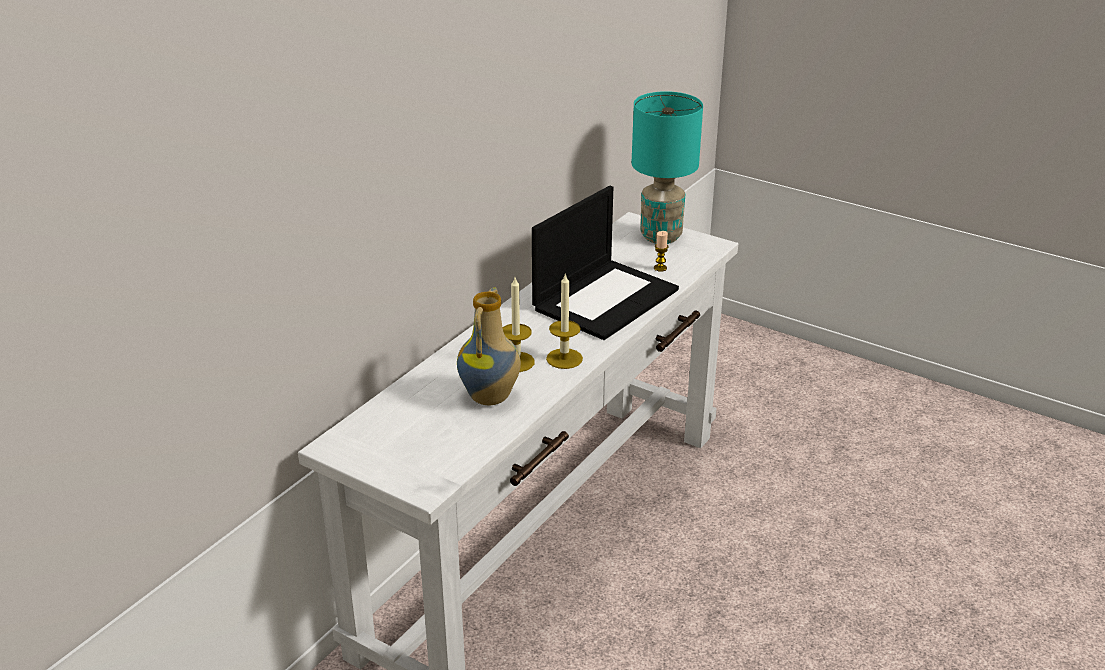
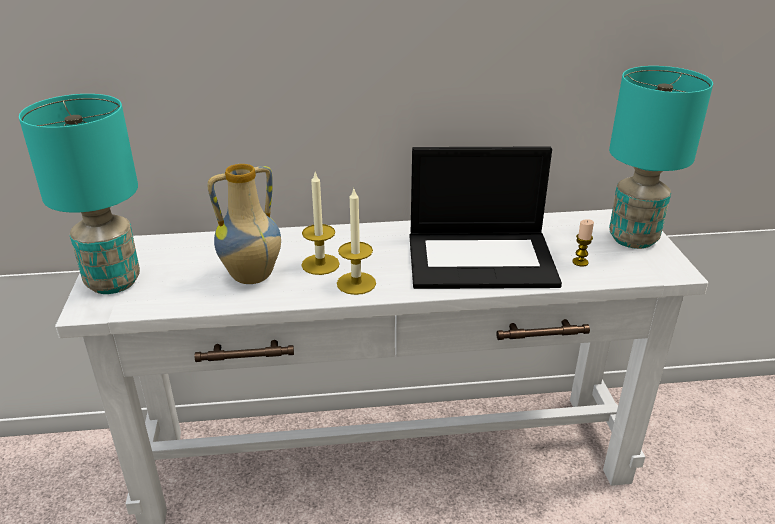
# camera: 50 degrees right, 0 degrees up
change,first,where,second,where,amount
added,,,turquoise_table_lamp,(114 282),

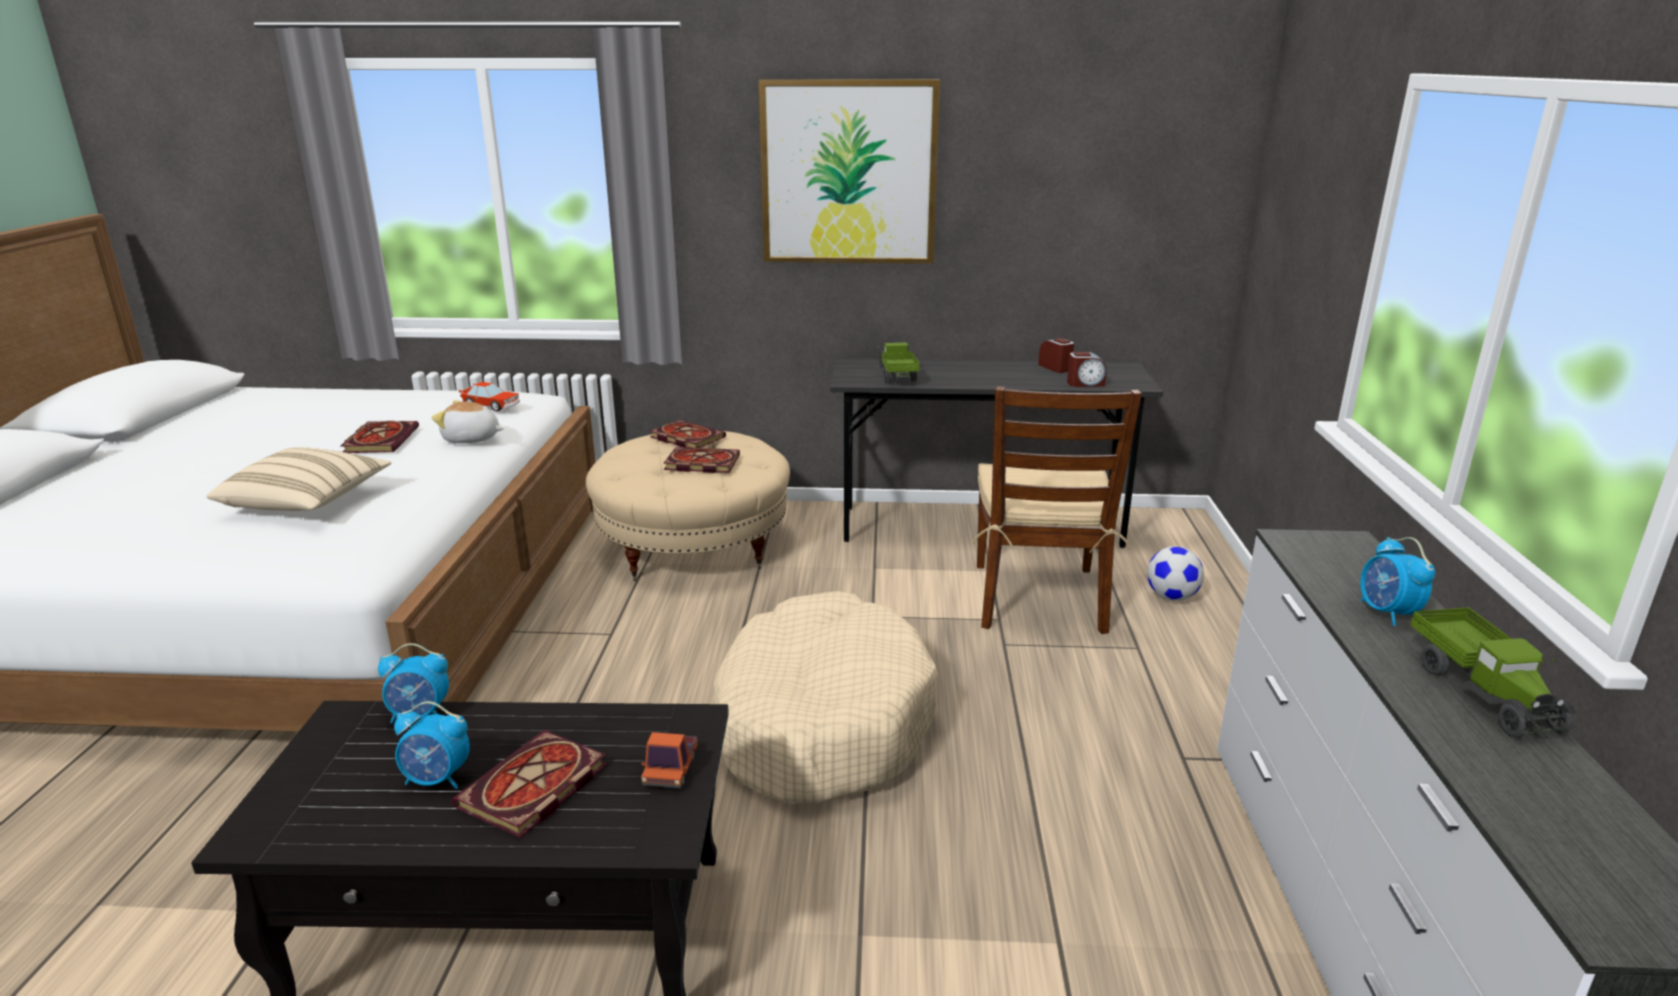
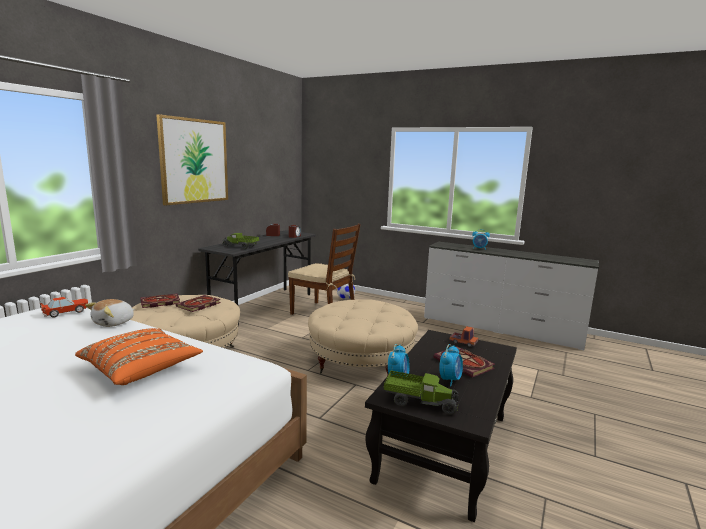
# camera: 65 degrees left, 10 degrees down
change,first,where,second,where,amount
recoloured,beige_pillow,(307 502),orange_pillow,(141 369),
removed,book,(380 440),,,
replaced,beige_dog_bed,(821 721),beige_ottoman,(361 362),
moved,toy_truck,(1482 691),,(420 402),

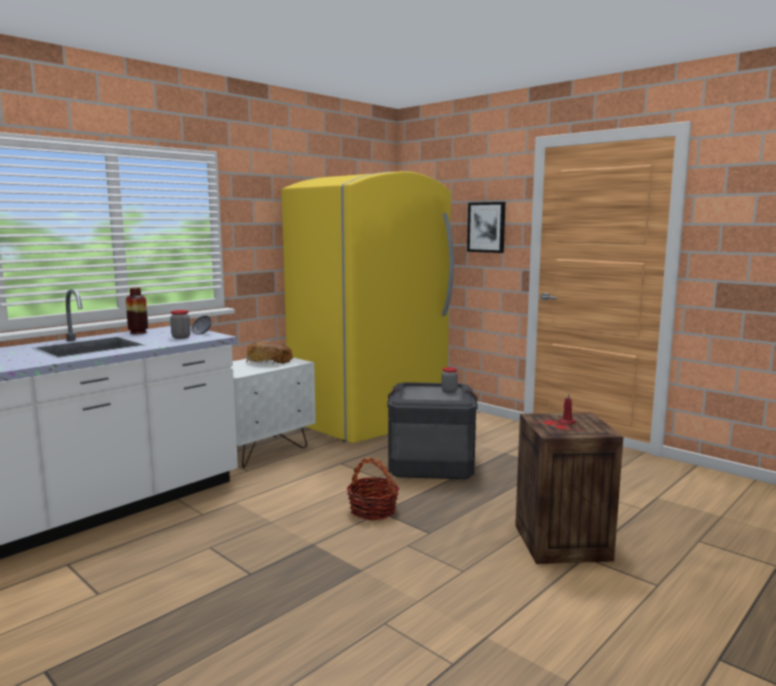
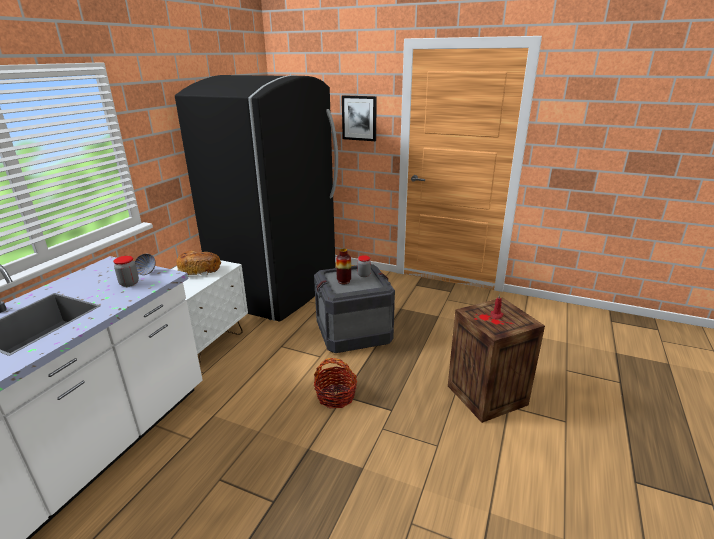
# camera: 20 degrees left, 15 degrees up
change,first,where,second,where,amount
moved,vase,(138 332),,(344 281),
recoloured,yellow_fridge,(372 418),black_fridge,(280 288),

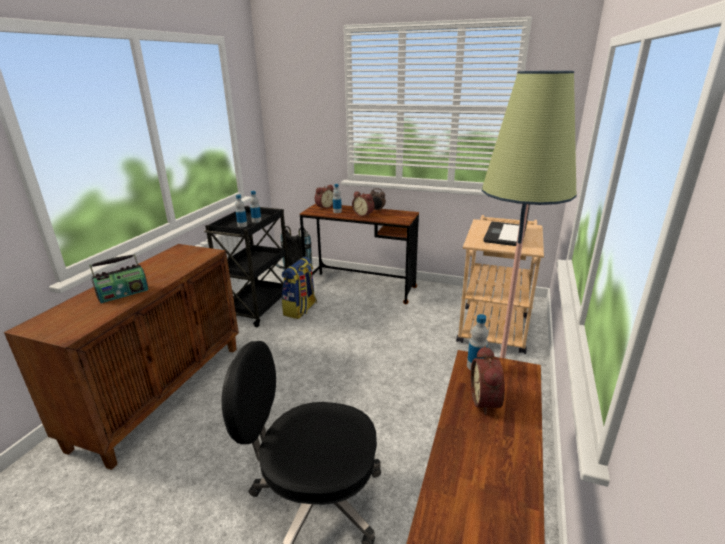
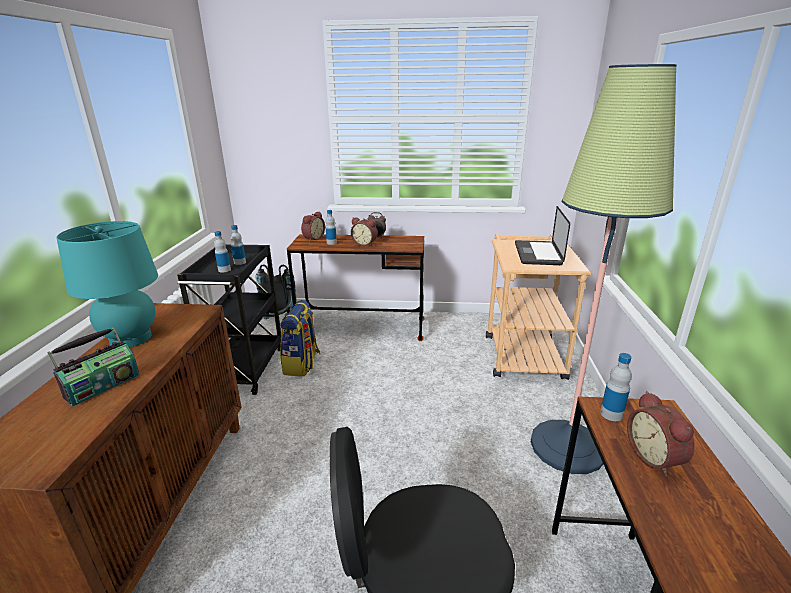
# camera: 15 degrees left, 0 degrees up
change,first,where,second,where,amount
added,,,turquoise_table_lamp,(131 338),

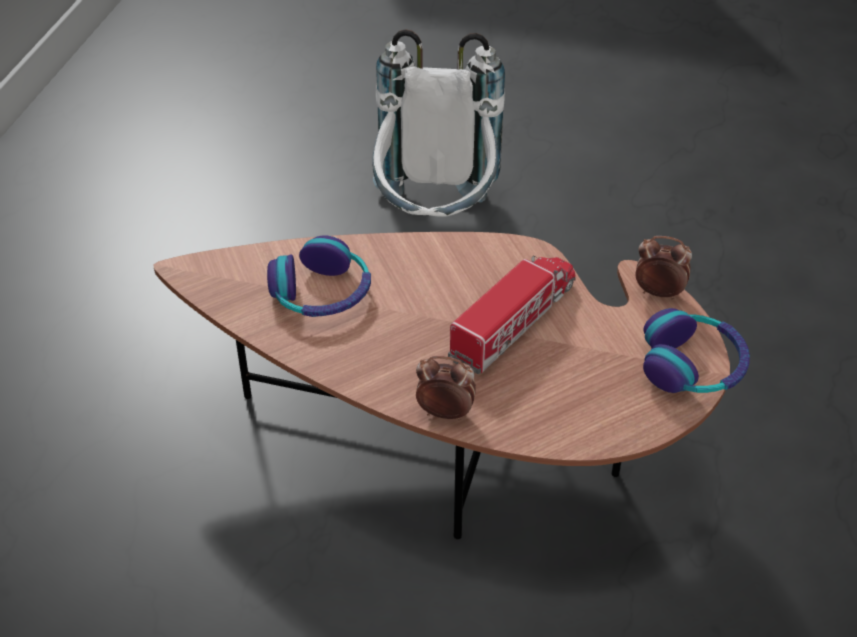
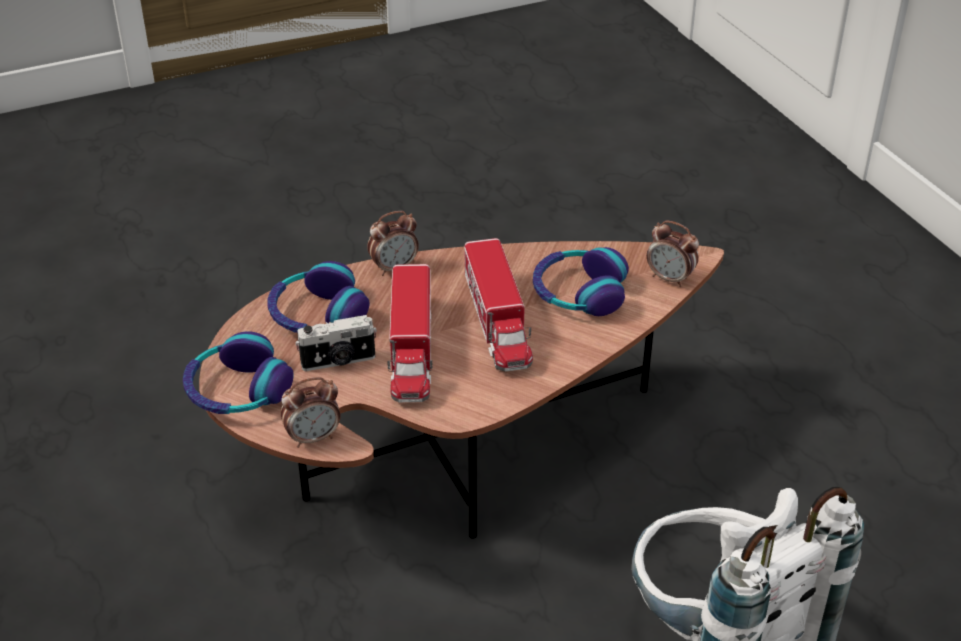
# camera: 140 degrees right, 5 degrees down
change,first,where,second,where,amount
added,,,headphones,(317 314),
added,,,photo_camera,(338 361),
added,,,toy_truck,(497 321),
added,,,alarm_clock,(670 279),

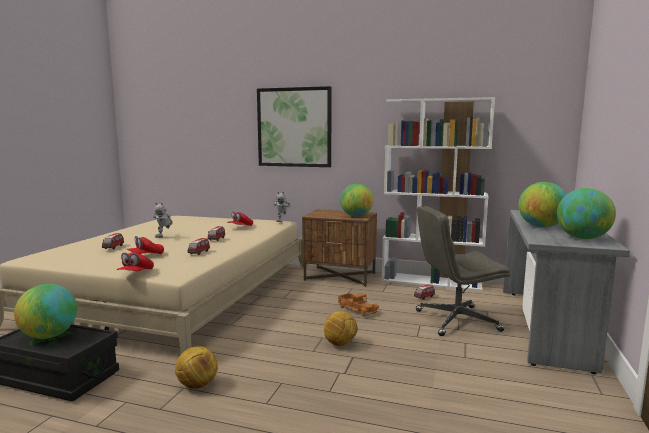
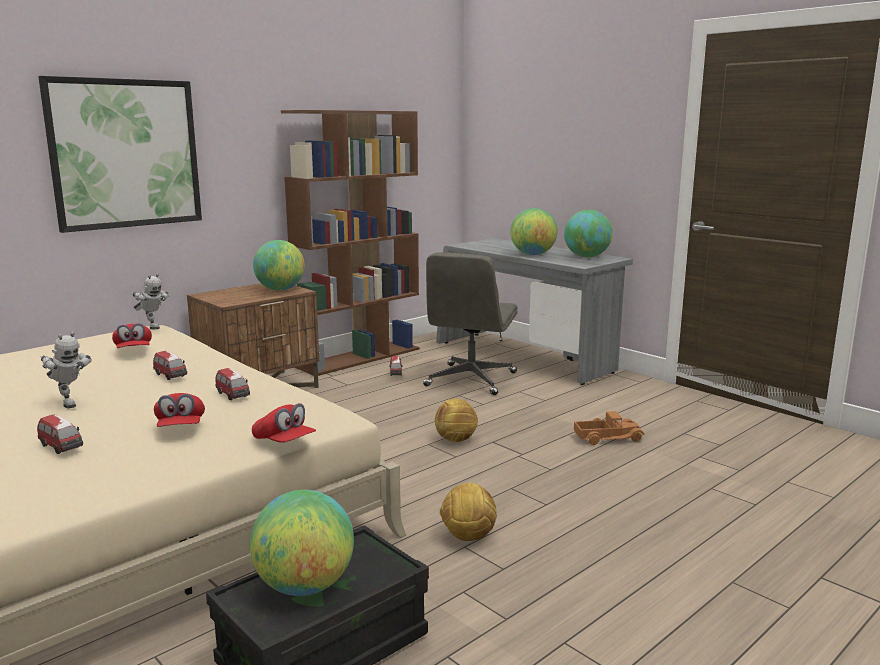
# camera: 60 degrees left, 5 degrees up
change,first,where,second,where,amount
moved,toy_truck,(358 309),,(607 437),
recoloured,white_bookcase,(431 281),brown_bookcase,(359 357),

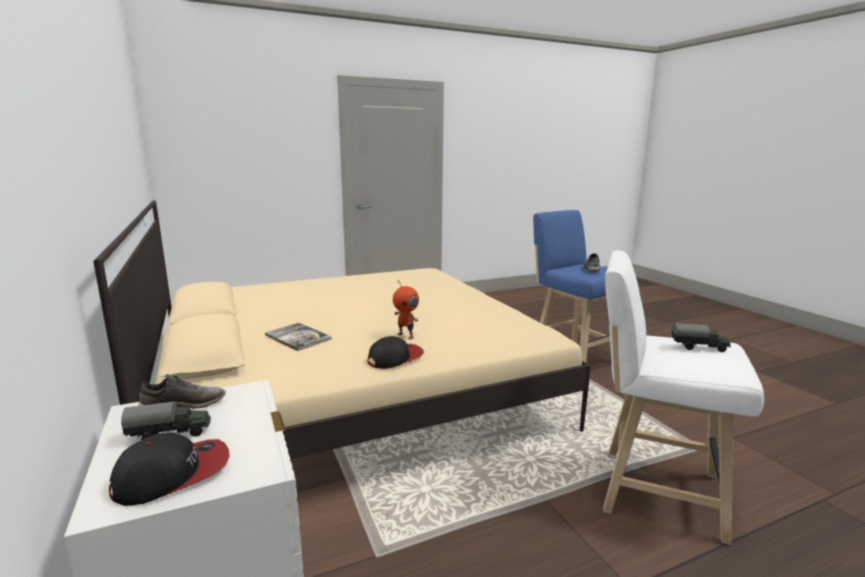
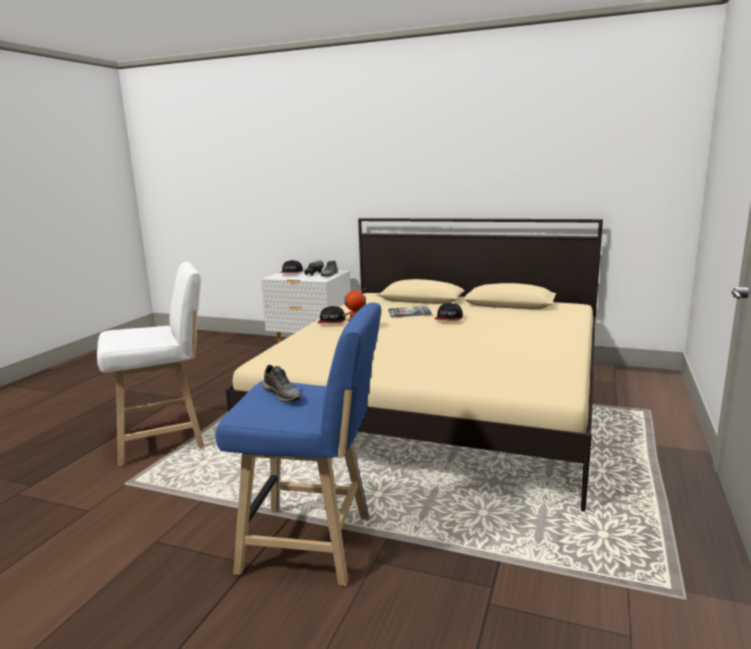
# camera: 135 degrees right, 0 degrees up
change,first,where,second,where,amount
removed,toy_truck,(699 347),,,
added,,,cap,(449 319),

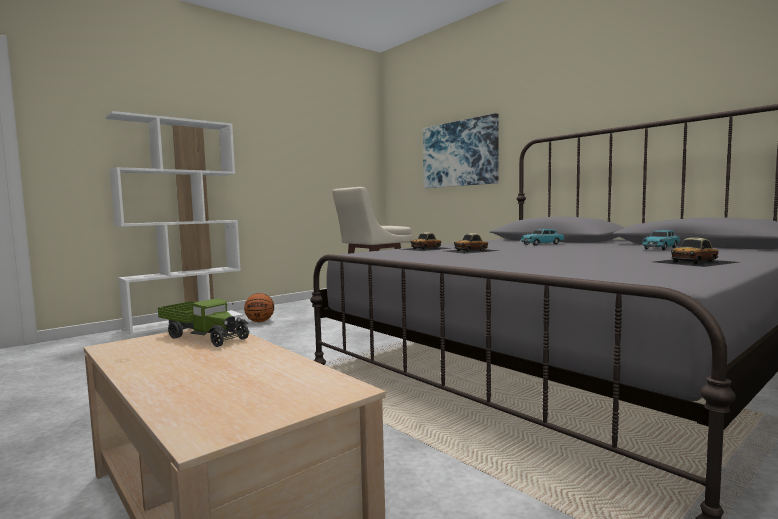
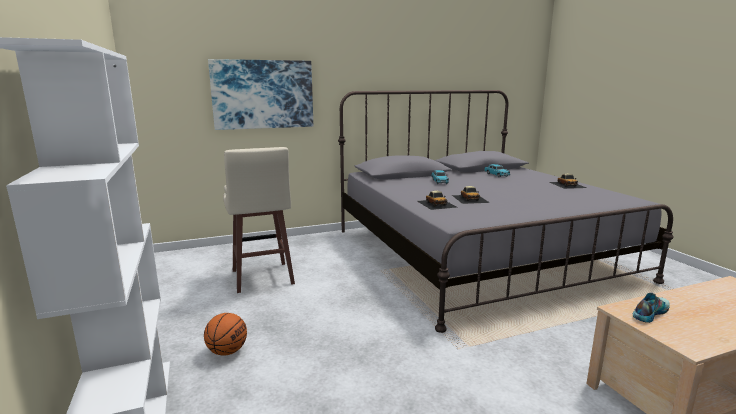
# camera: 70 degrees left, 10 degrees up
change,first,where,second,where,amount
replaced,toy_truck,(204 336),shoe,(649 312),

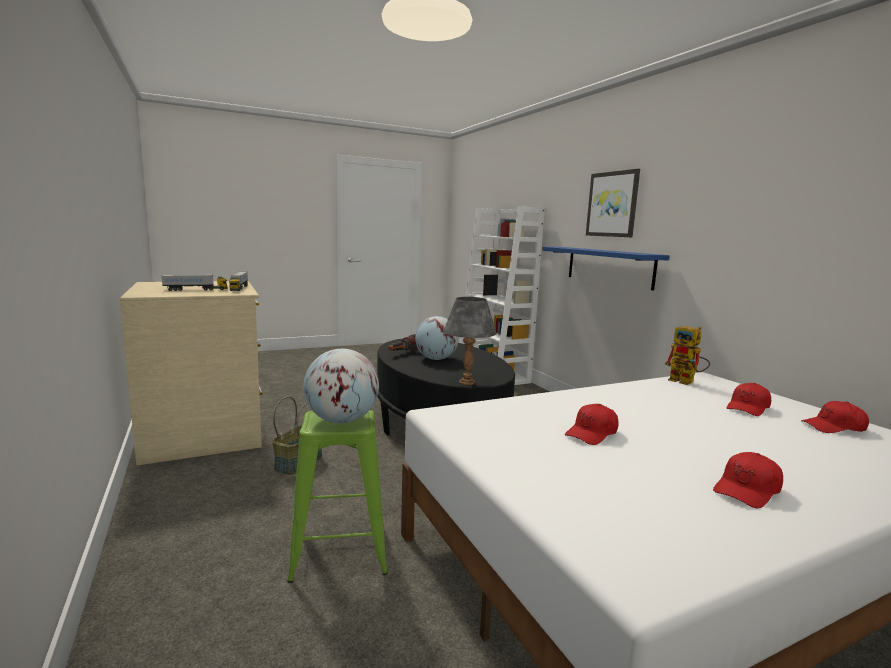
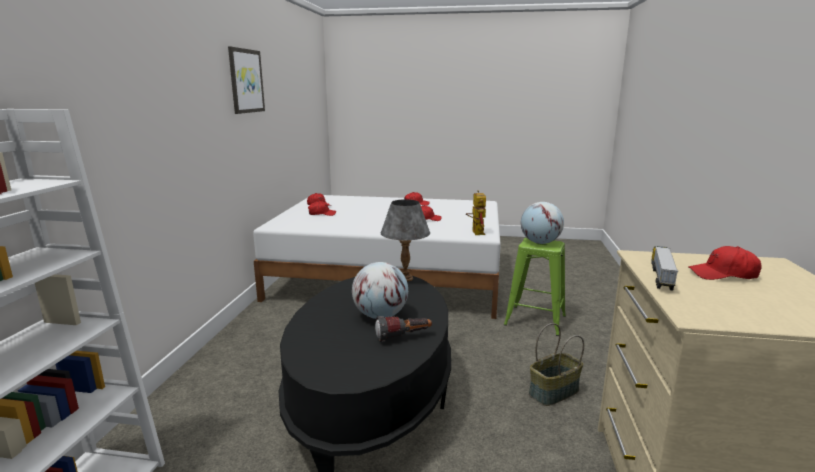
# camera: 145 degrees left, 5 degrees up
change,first,where,second,where,amount
replaced,toy_truck,(196 290),red_cap,(723 274),
removed,blue_shelf,(609 266),,,
moved,picture,(612 204),,(245 81),
moved,toy_robot,(686 382),,(476 232),

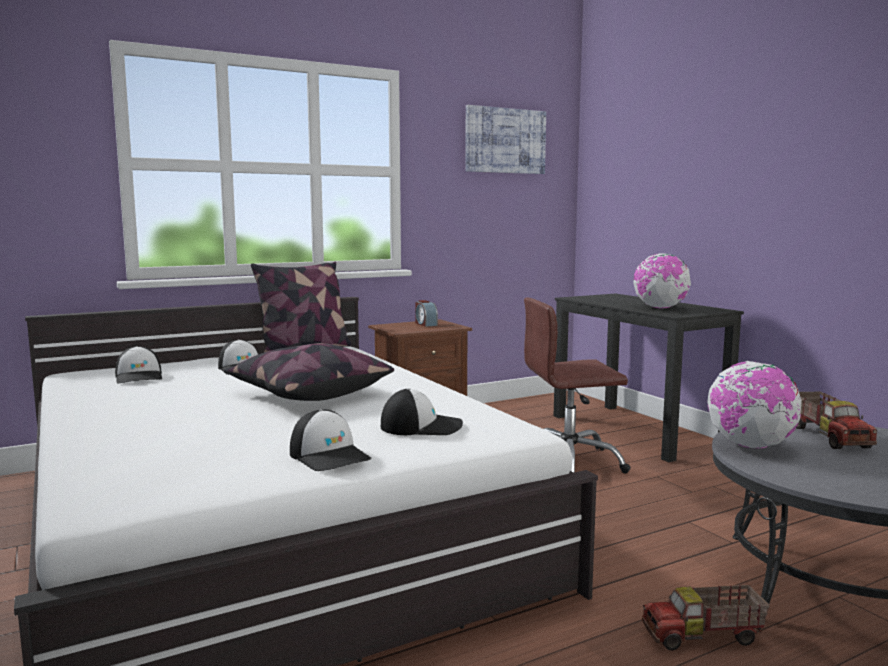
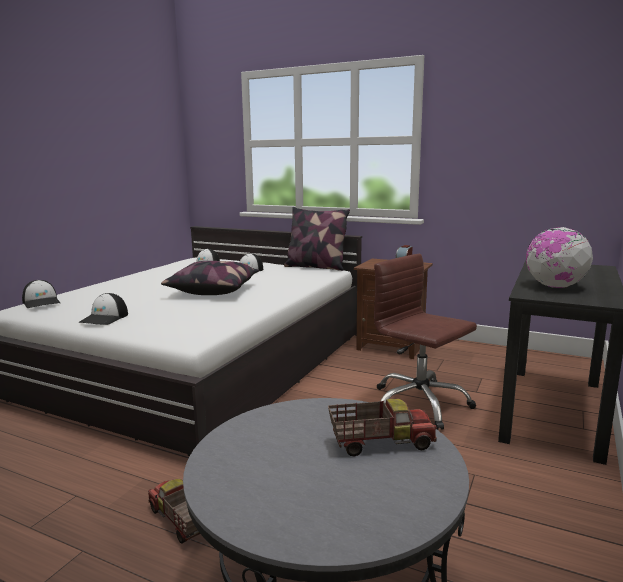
# camera: 55 degrees right, 5 degrees up
change,first,where,second,where,amount
moved,cap,(422 426),,(42 302),
removed,picture,(505 141),,,
removed,globe,(750 446),,,
turned,toy_truck,(829 437),,(380 443),150 degrees counterclockwise

